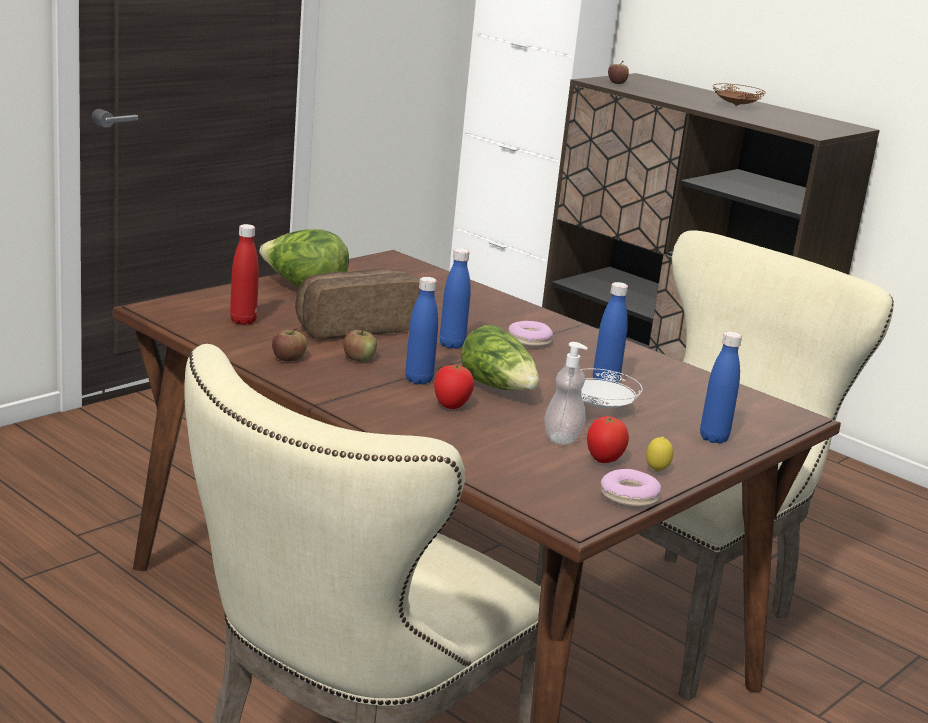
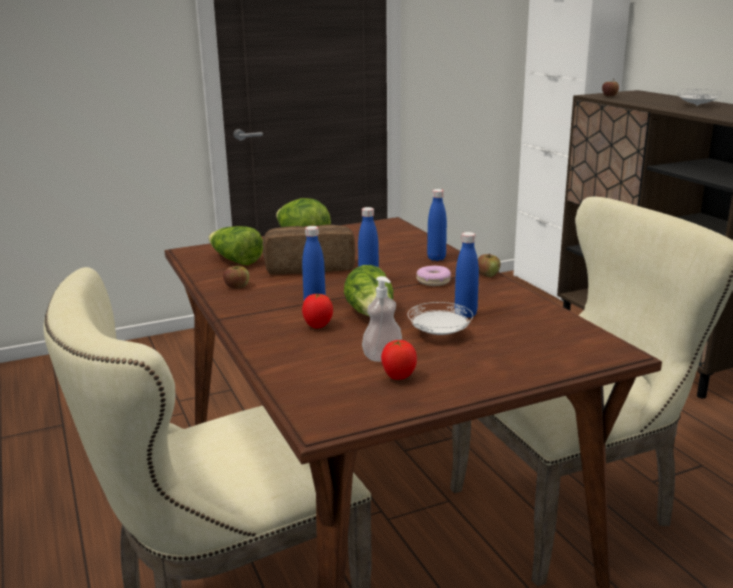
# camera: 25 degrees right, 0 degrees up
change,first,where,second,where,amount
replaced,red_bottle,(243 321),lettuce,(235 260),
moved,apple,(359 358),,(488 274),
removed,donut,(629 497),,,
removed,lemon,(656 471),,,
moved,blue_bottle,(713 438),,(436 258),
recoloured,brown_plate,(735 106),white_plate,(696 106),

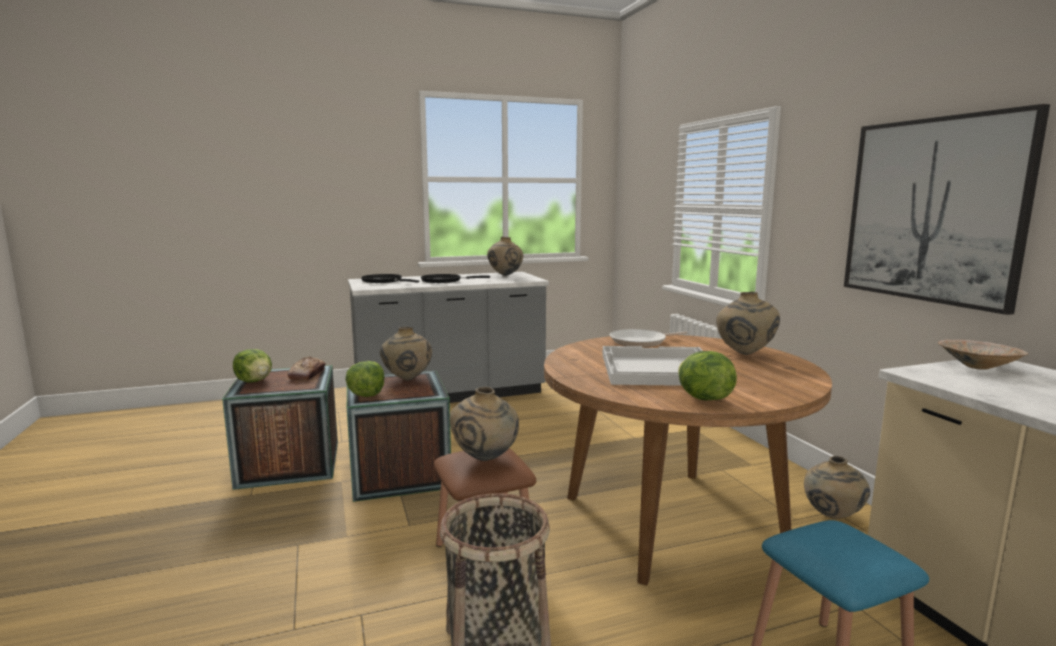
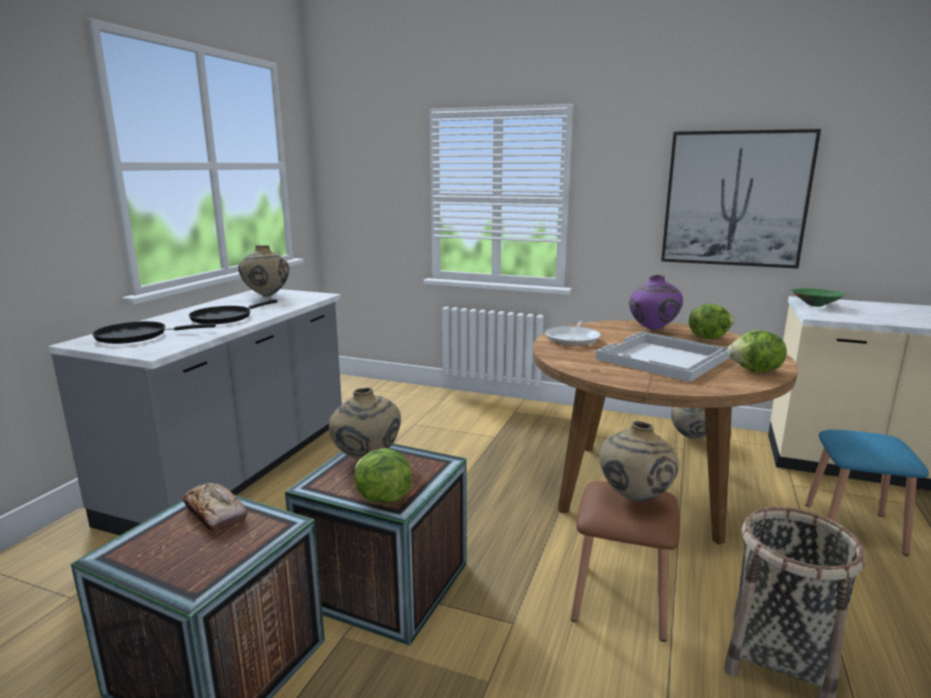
# camera: 50 degrees left, 5 degrees up
change,first,where,second,where,amount
moved,lettuce,(255 381),,(708 337),
recoloured,beige_vase,(744 354),purple_vase,(653 329),
recoloured,beige_bowl,(978 367),green_bowl,(815 305),

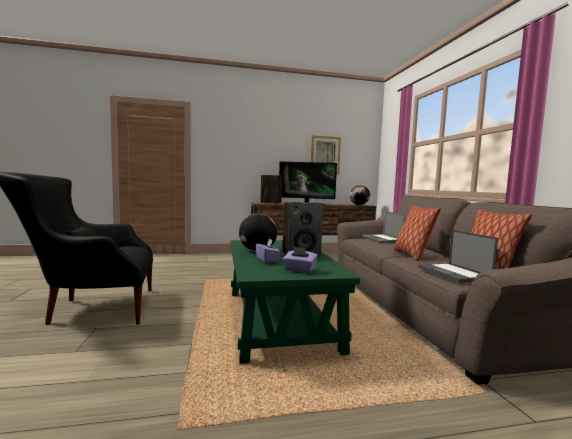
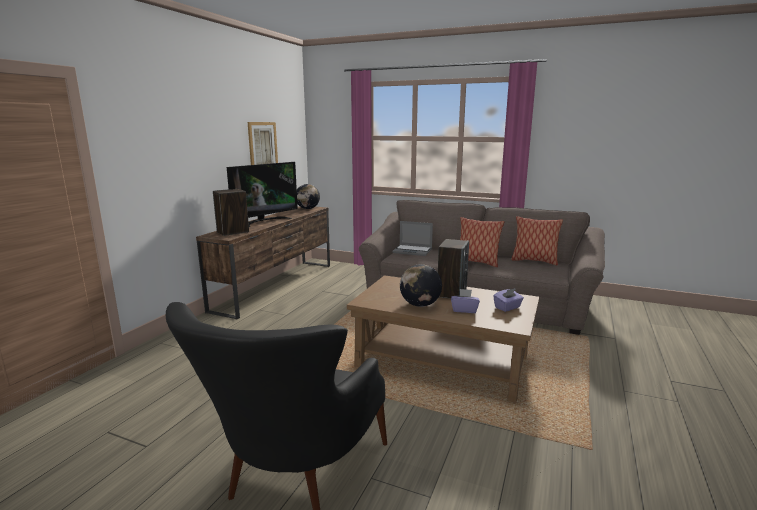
# camera: 55 degrees left, 10 degrees up
change,first,where,second,where,amount
recoloured,green_coffee_table,(279 319),brown_coffee_table,(443 361),
removed,laptop,(454 273),,,

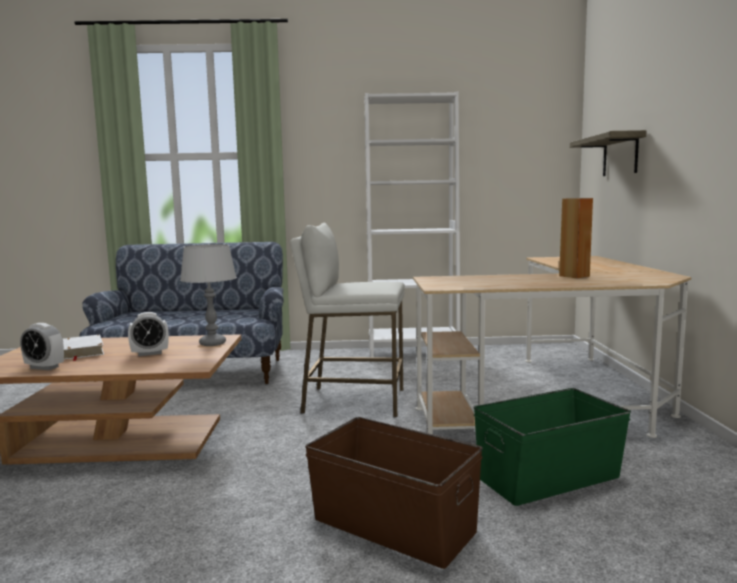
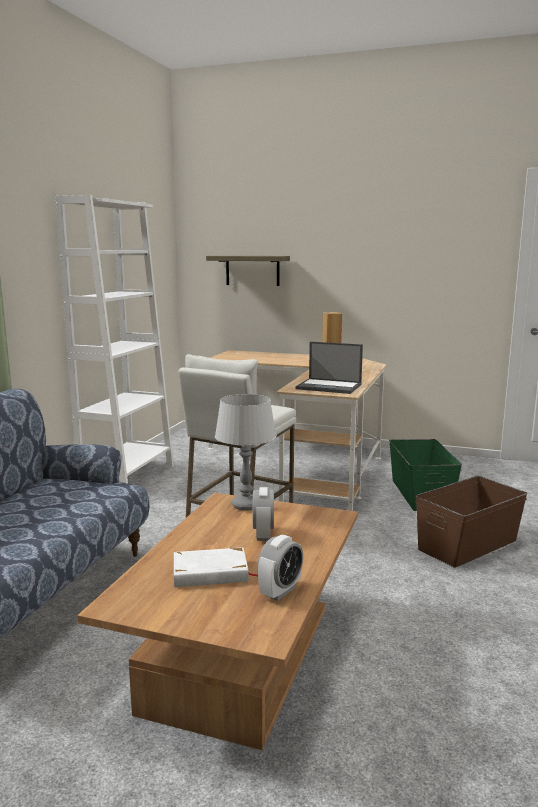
# camera: 70 degrees left, 5 degrees up
change,first,where,second,where,amount
added,,,laptop,(330 387),

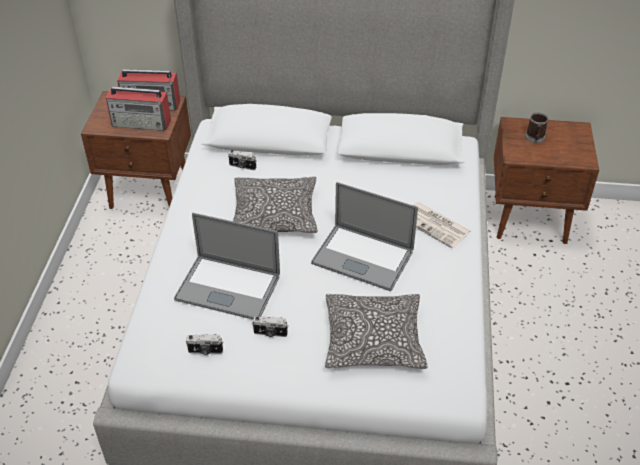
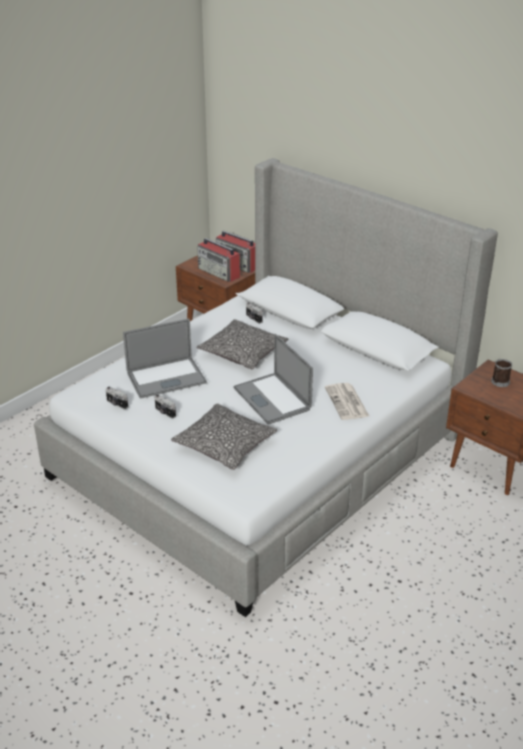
# camera: 35 degrees right, 10 degrees down
change,first,where,second,where,amount
turned,laptop,(228 287),,(166 378),75 degrees counterclockwise

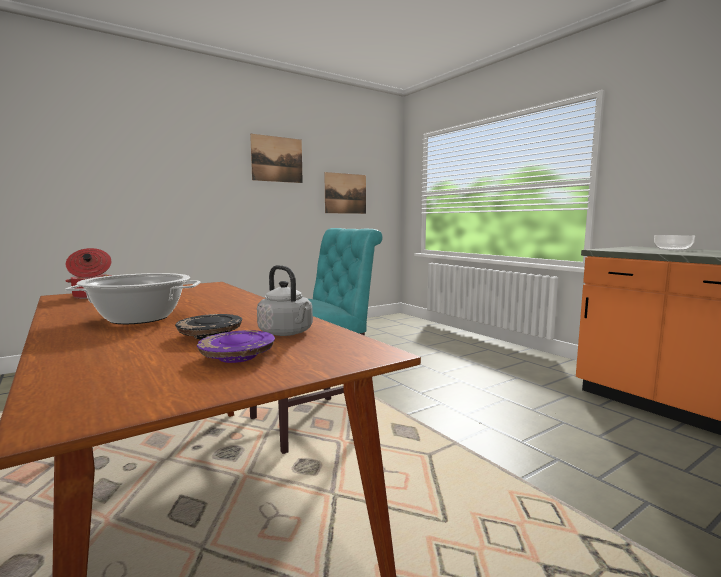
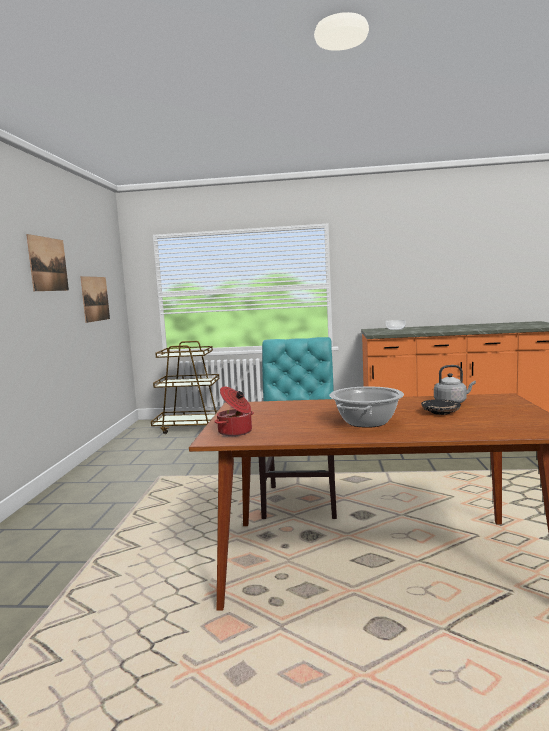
# camera: 50 degrees left, 0 degrees up
change,first,where,second,where,amount
removed,purple_plate,(237 357),,,
added,,,brown_cart,(191 427),

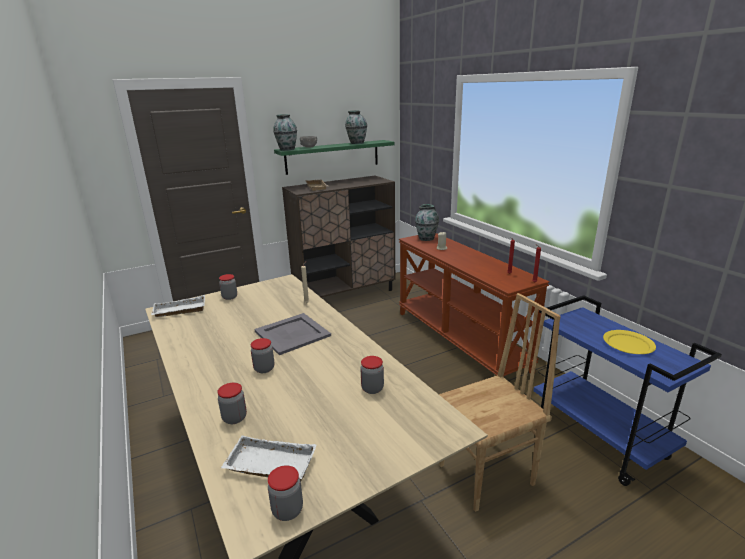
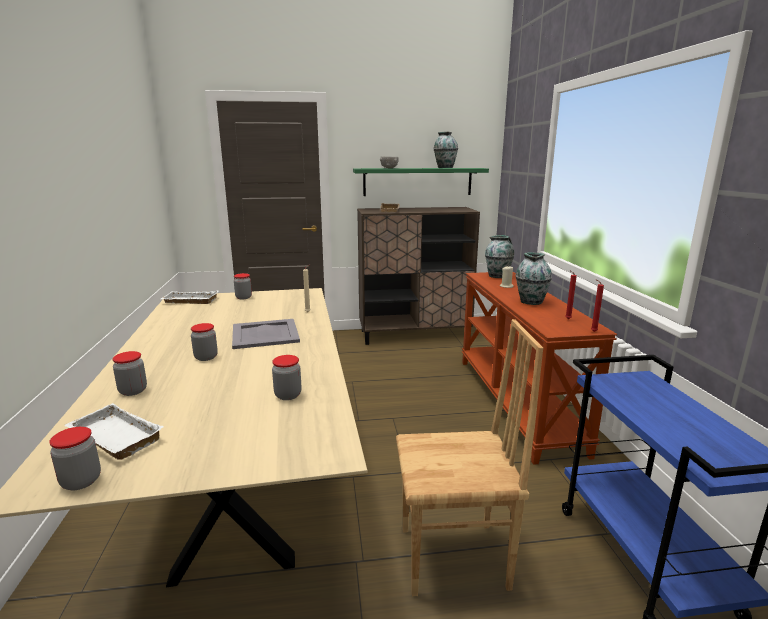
# camera: 20 degrees right, 5 degrees down
change,first,where,second,where,amount
moved,vase,(287 149),,(531 301),
removed,yellow_plate,(628 344),,,

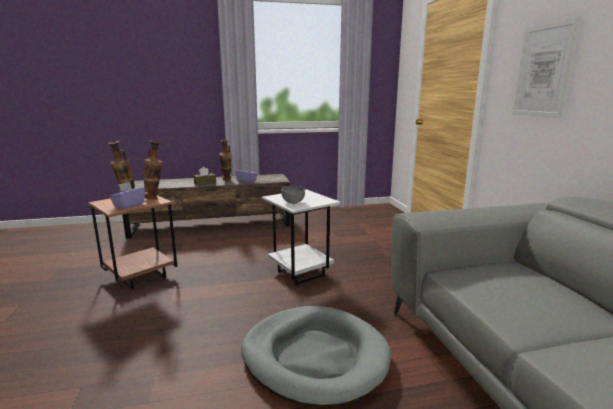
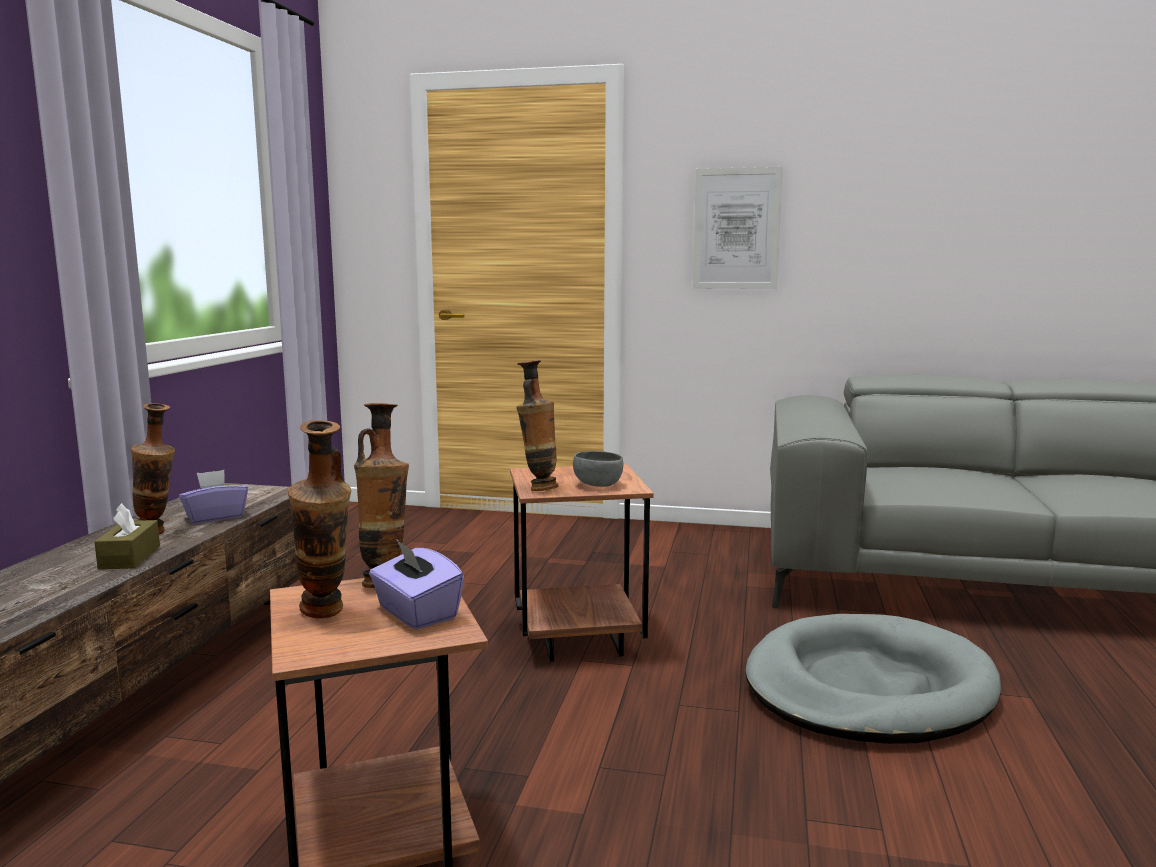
# camera: 65 degrees left, 5 degrees down
change,first,where,second,where,amount
recoloured,white_side_table,(301 273),brown_side_table,(578 641),
added,,,vase,(538 488),

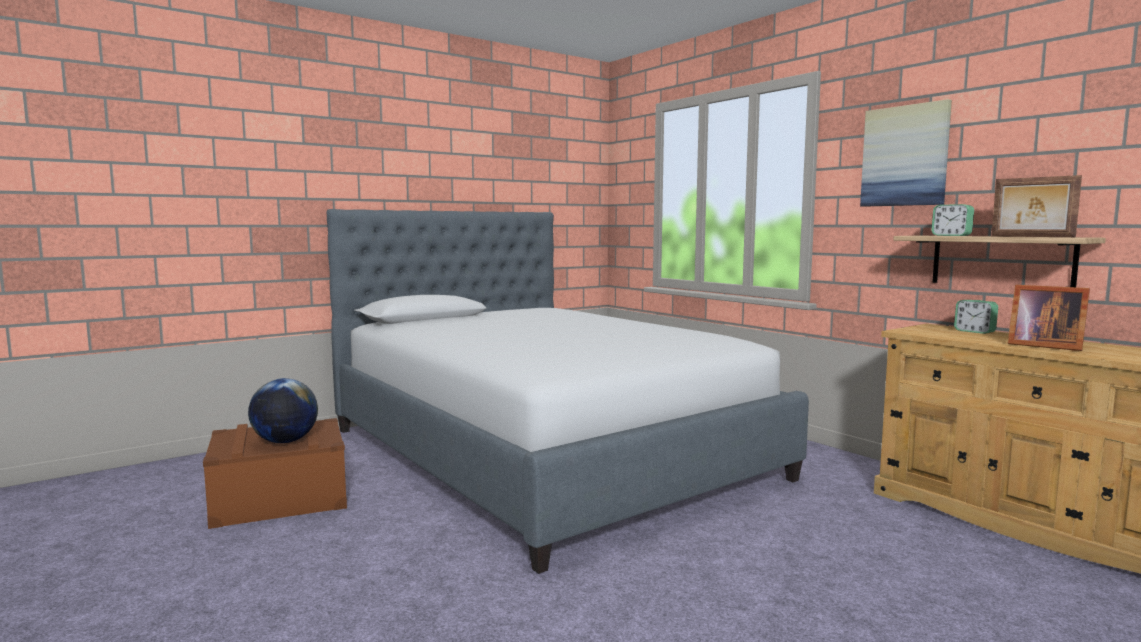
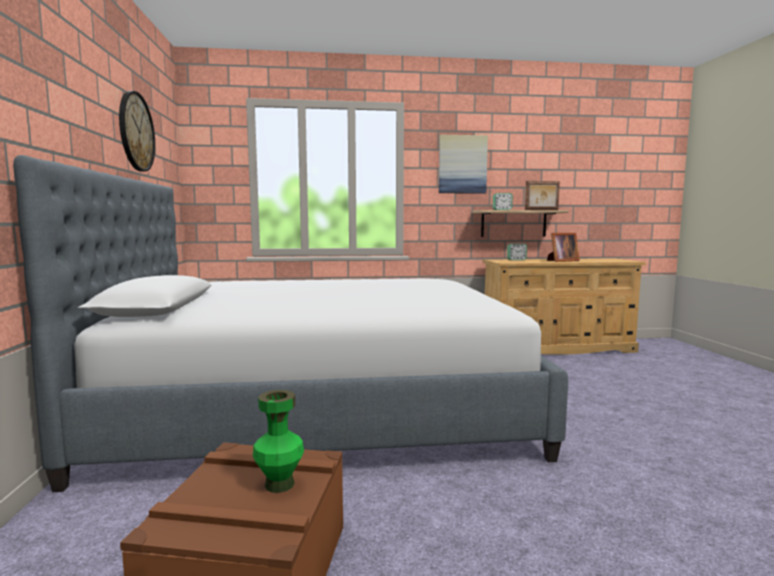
# camera: 60 degrees left, 0 degrees up
change,first,where,second,where,amount
replaced,globe,(285 441),green_vase,(280 484),
added,,,wall_clock,(136 132),

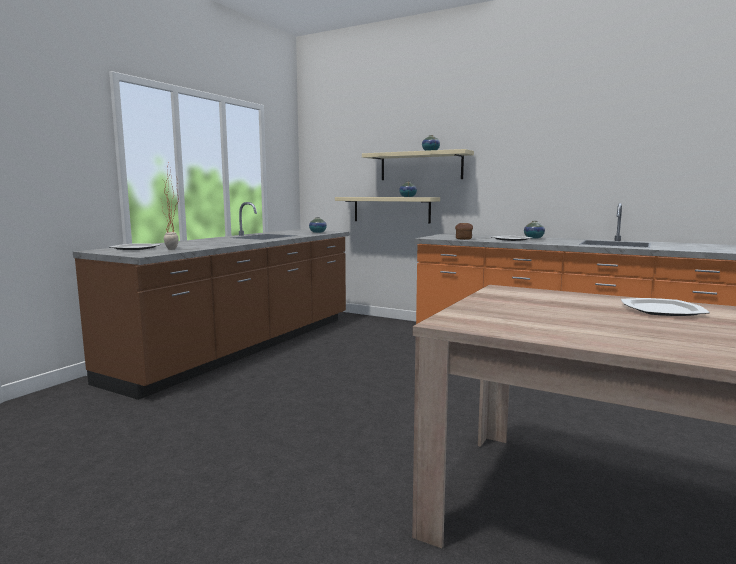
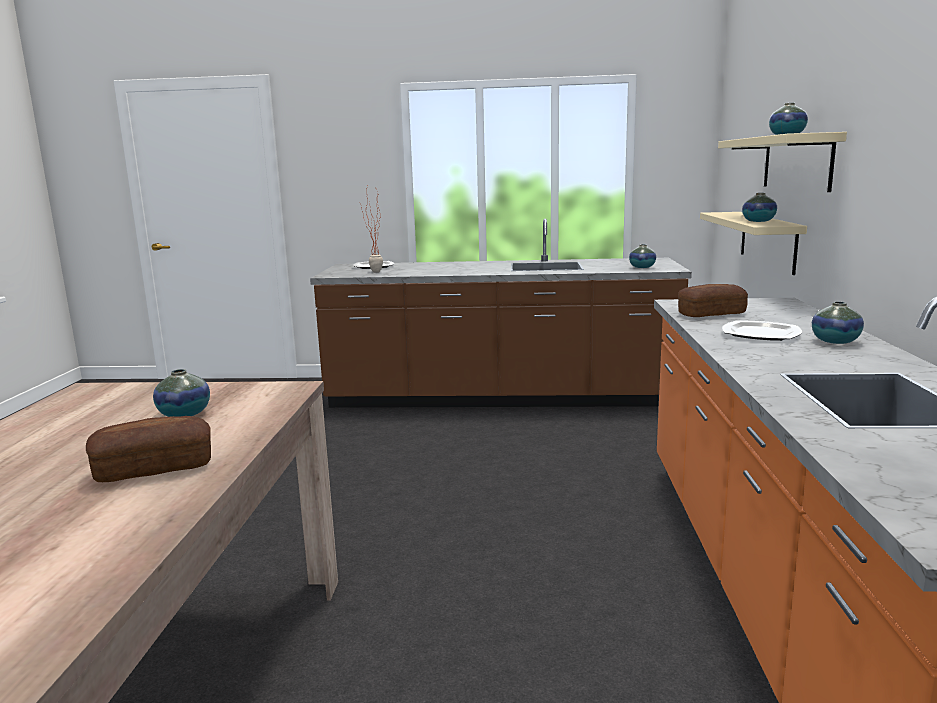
# camera: 65 degrees right, 5 degrees up
change,first,where,second,where,amount
replaced,plate,(662 310),bread,(154 468),
added,,,vase,(184 414),

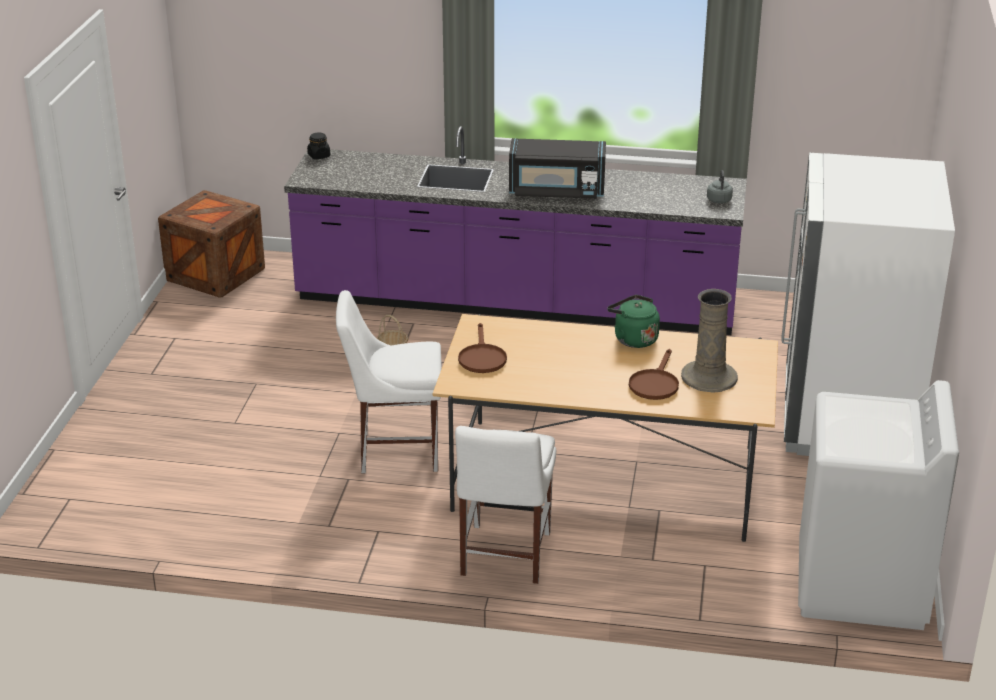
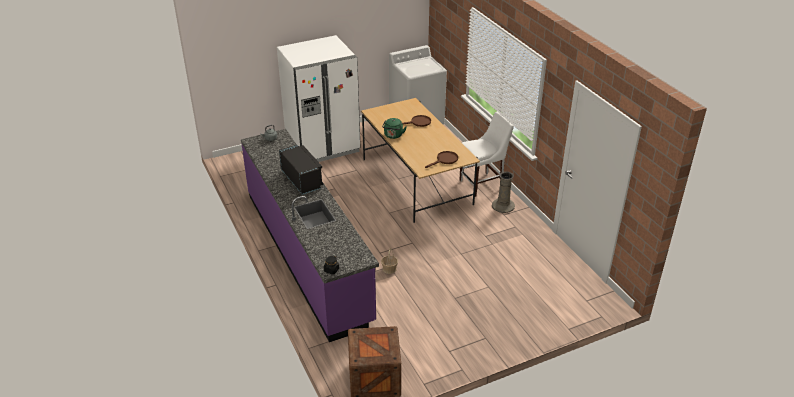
# camera: 125 degrees left, 5 degrees up
change,first,where,second,where,amount
removed,white_chair,(394 451),,,
moved,beige_vase,(709 377),,(503 206),

